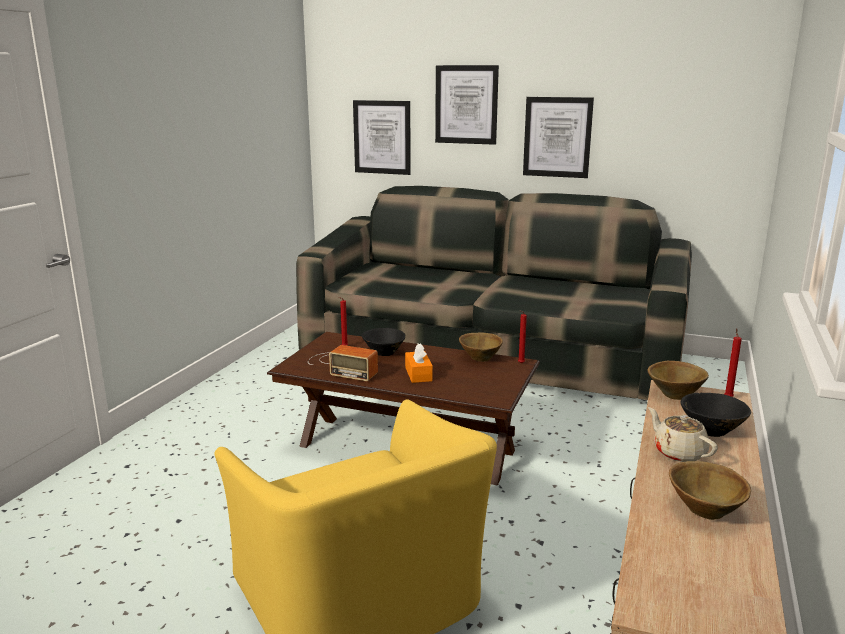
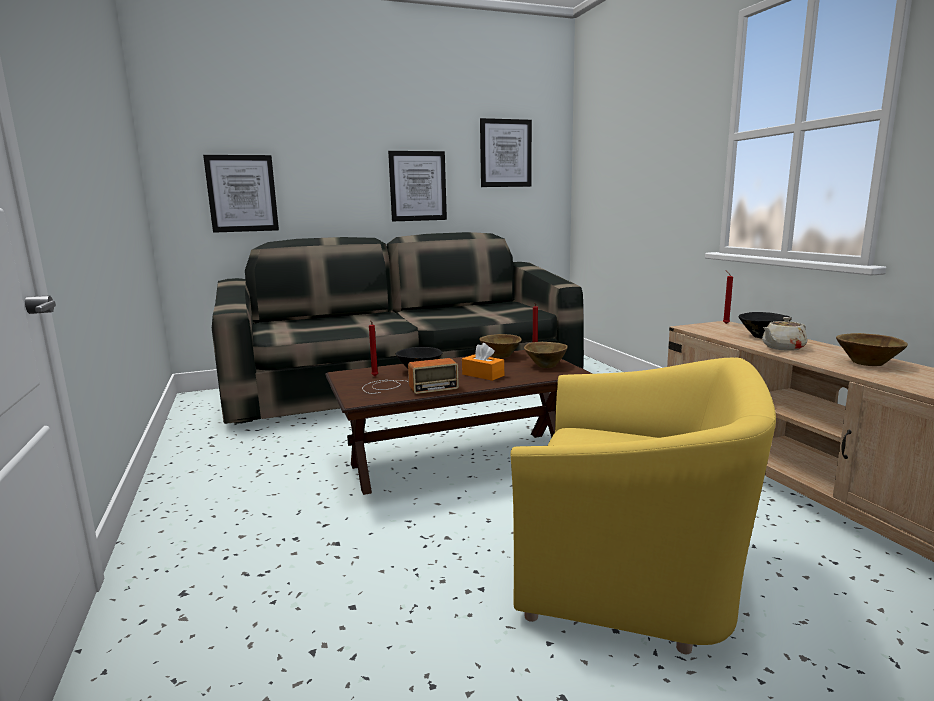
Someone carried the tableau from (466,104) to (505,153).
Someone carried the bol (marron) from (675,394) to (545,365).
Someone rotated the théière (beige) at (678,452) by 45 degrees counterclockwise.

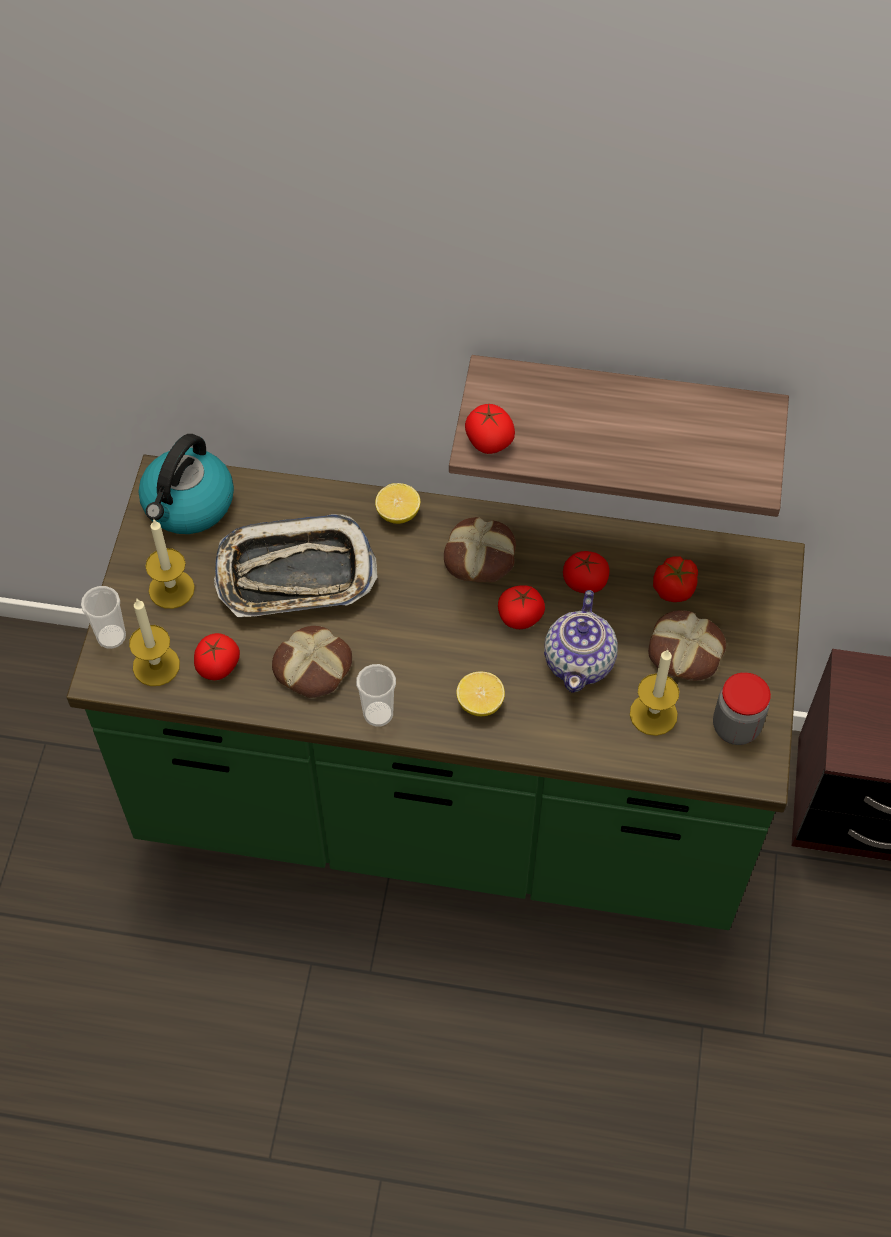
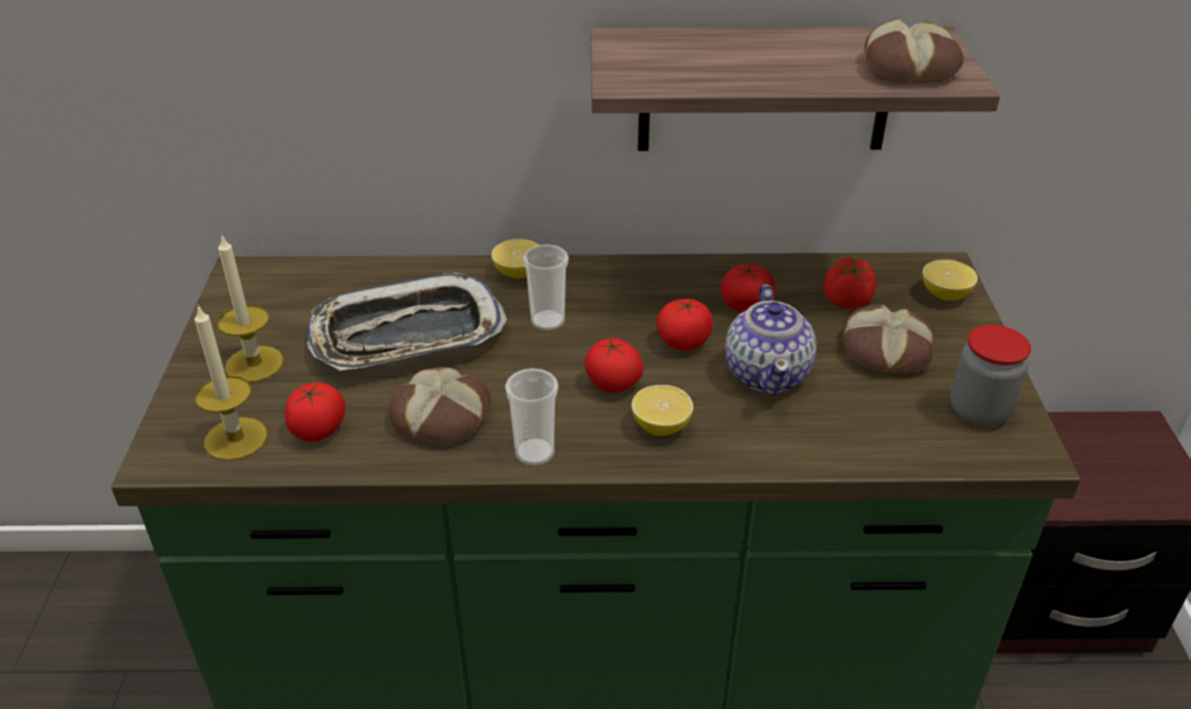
Someone carried the tasse from (111,636) to (548,321).
Someone took away the bouilloire at (188,505).
Someone carried the pain from (481,556) to (910,67).
Someone carried the tomate from (488,441) to (613,384).
Someone took away the bougie at (653,714).
Someone put down the citron at (945,295).

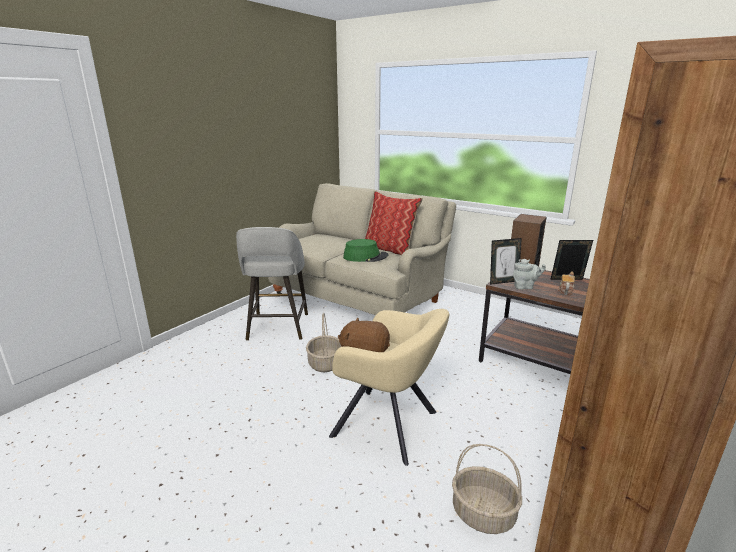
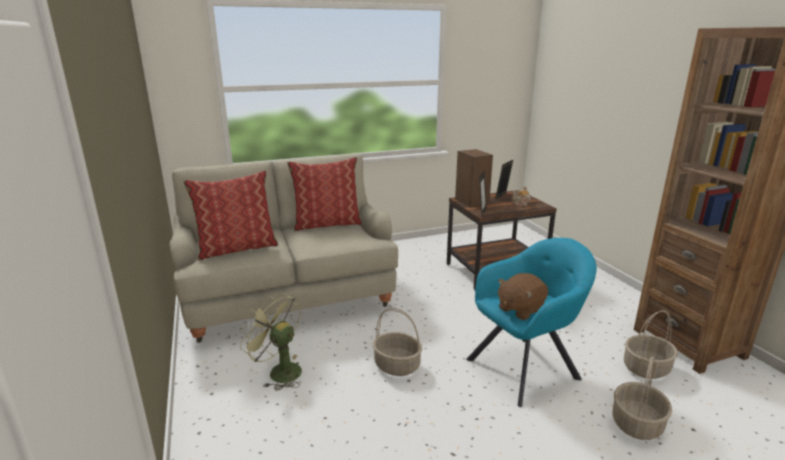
Someone swapped the tabouret (gris) at (277,327) for the ventilateur (vert) at (279,371).
Someone repainted the fauteuil (beige) at (389,425), which became the fauteuil (turquoise) at (525,367).
Someone took away the chapeau (vert) at (365,257).
Someone took away the théière (gris) at (525,287).
Someone put down the coussin at (237,248).
Someone put down the panier at (637,424).

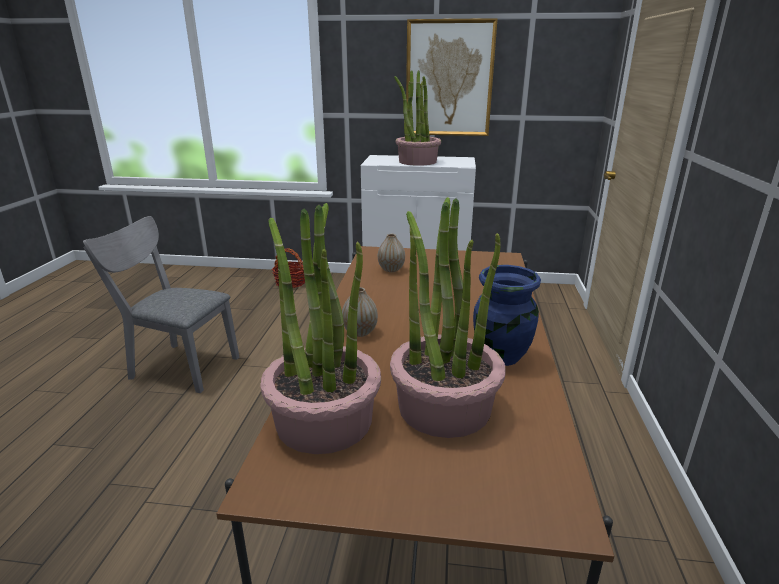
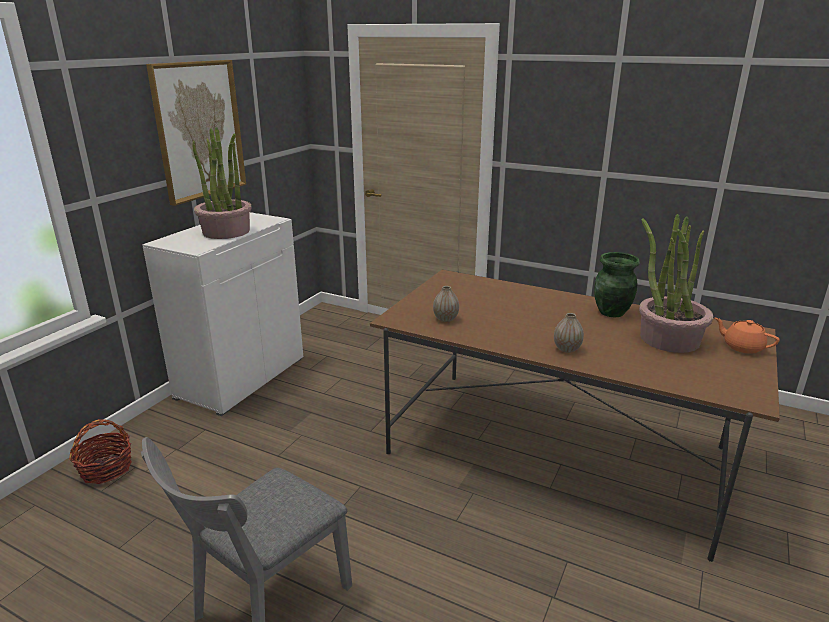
Someone took away the plante en pot at (324,420).
Someone repainted the vase (bleu) at (500,356), which became the vase (vert) at (612,312).
Someone put down the théière (orange) at (742,347).

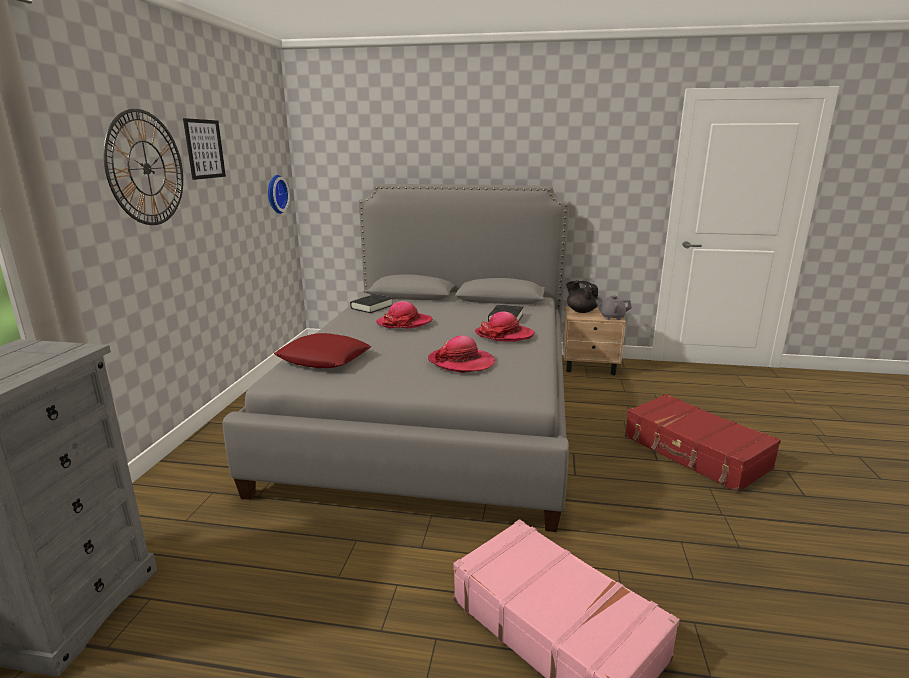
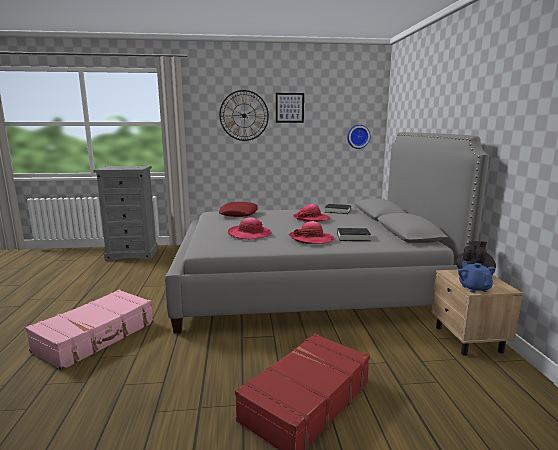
Someone repainted the théière (gris) at (612,317), which became the théière (bleu) at (474,288).

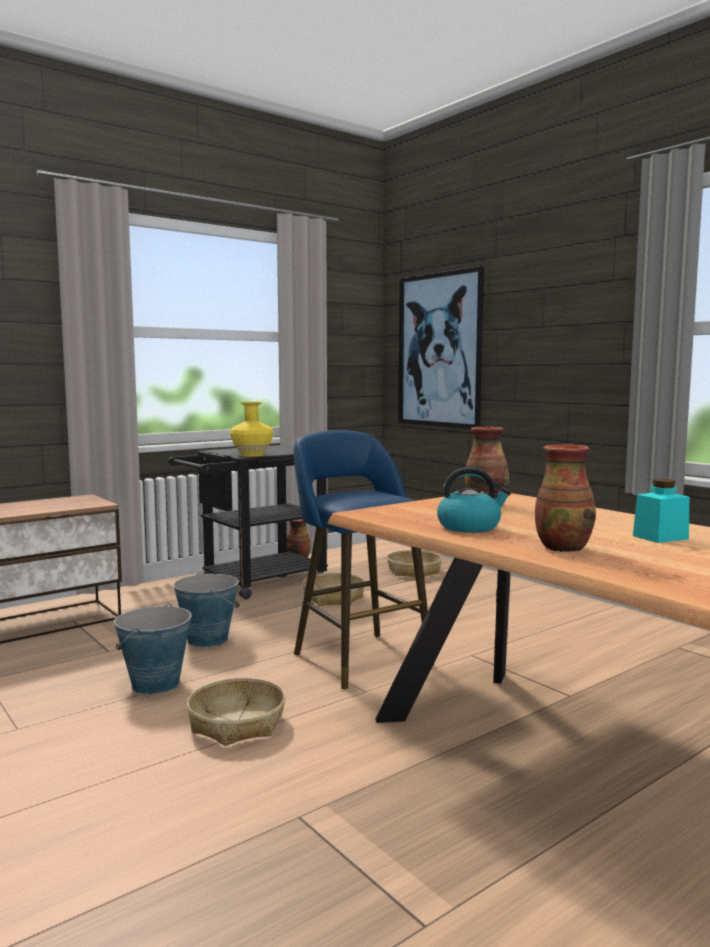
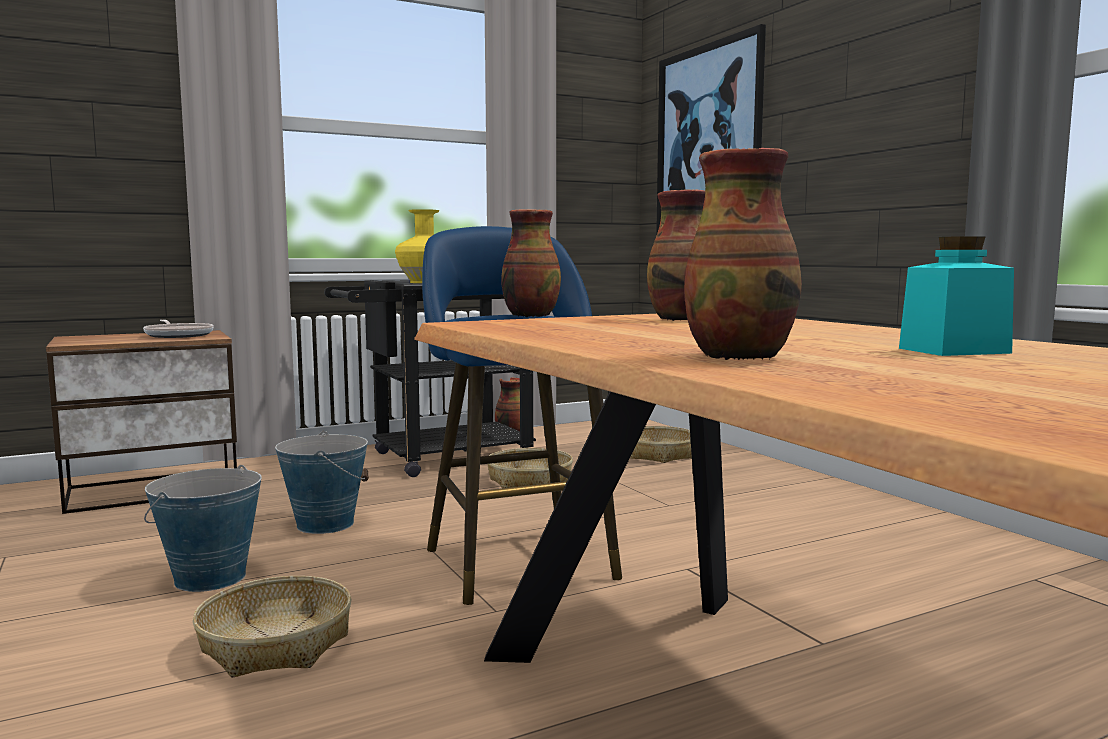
Someone took away the bouilloire at (470,527).
Someone put down the poêle at (178,335).
Someone put down the vase at (529,316).

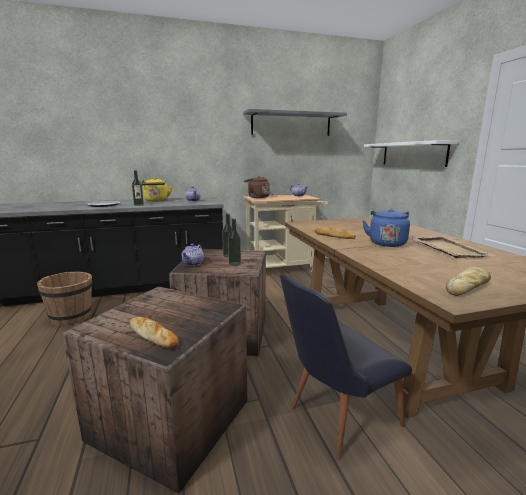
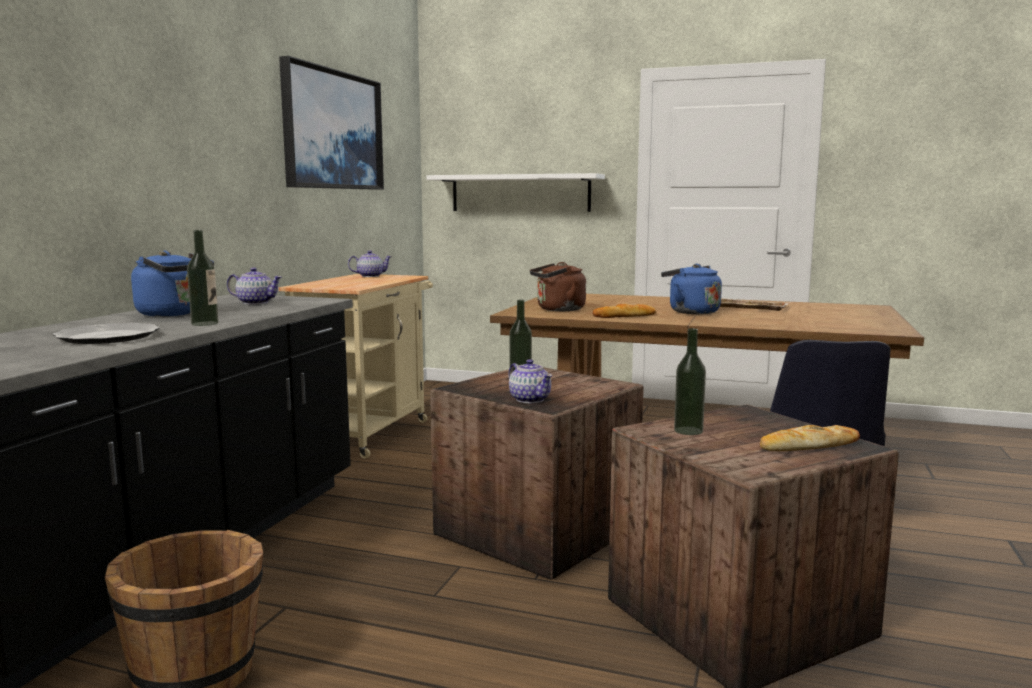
Someone repainted the bouilloire (jaune) at (156,201), which became the bouilloire (bleu) at (174,314).
Someone carried the bouteille from (234,264) to (688,431).
Someone swapped the étagère (gris) at (291,124) for the tableau at (333,130).
Someone carried the bouilloire (marron) from (257,197) to (558,309).
Someone took away the pain at (468,286).

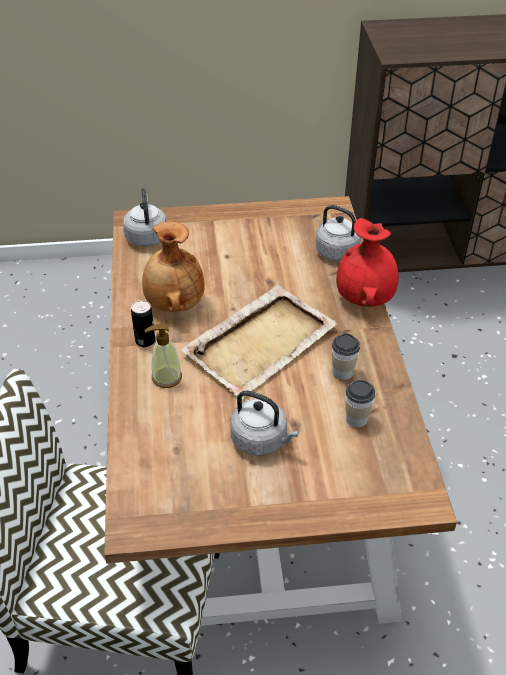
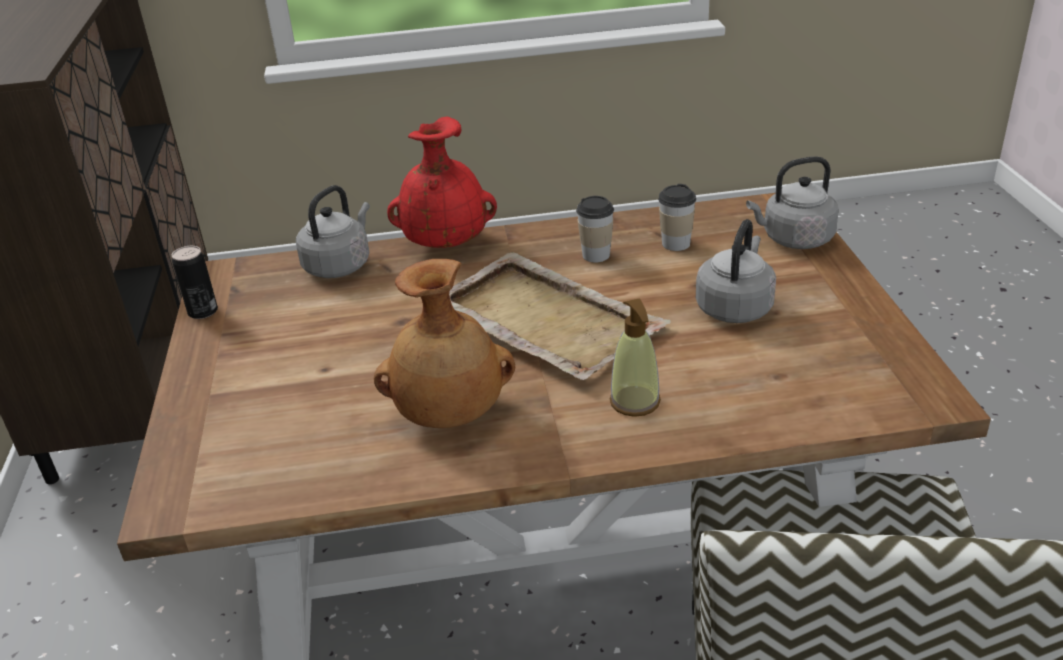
Someone carried the bouilloire (gris) from (146,236) to (794,239).
Someone carried the boîte métallique from (145,341) to (203,312).

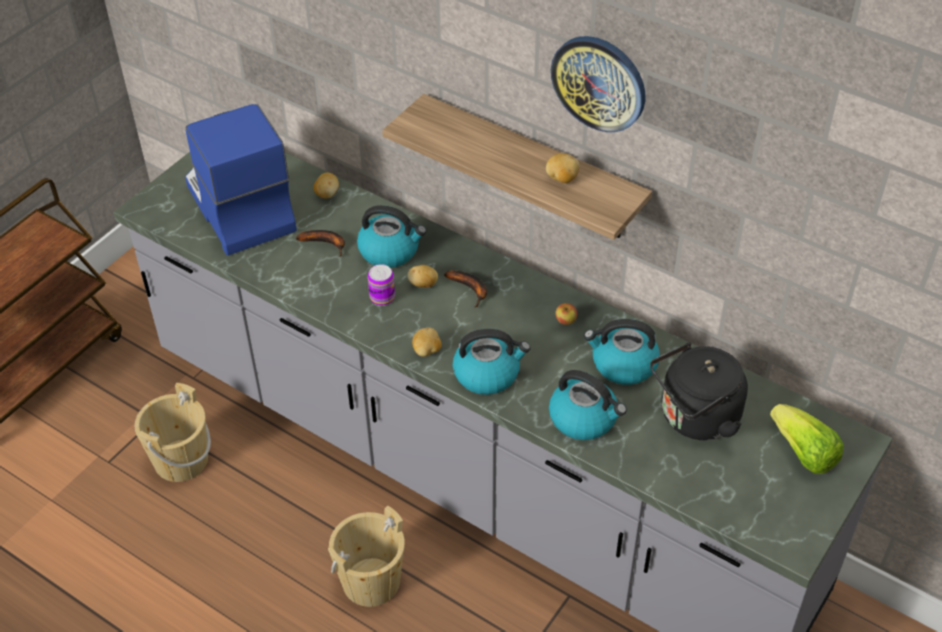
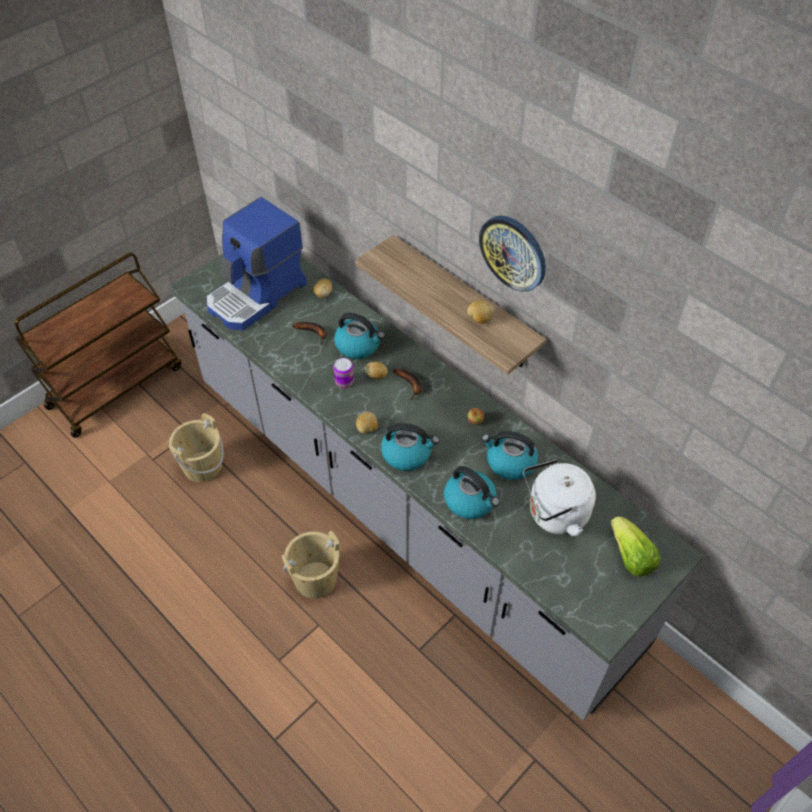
Someone rotated the machine à café at (238,208) by 120 degrees counterclockwise.
Someone repainted the bouilloire (noir) at (695,418), which became the bouilloire (blanc) at (554,514).

